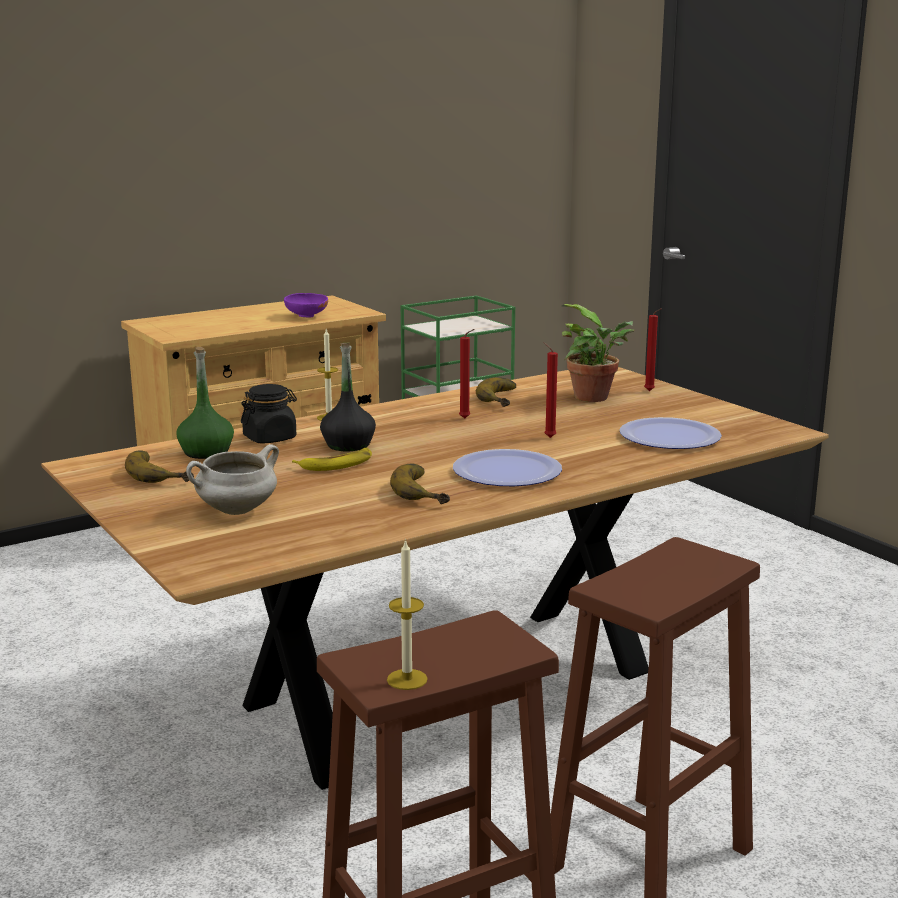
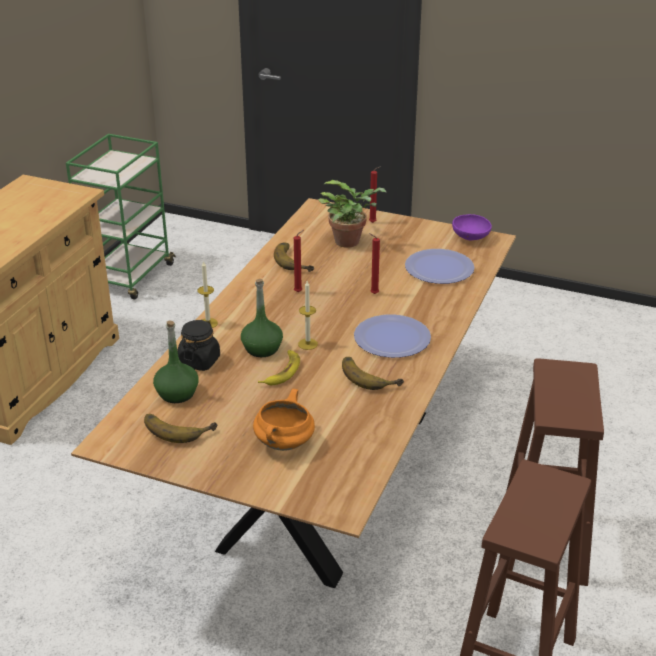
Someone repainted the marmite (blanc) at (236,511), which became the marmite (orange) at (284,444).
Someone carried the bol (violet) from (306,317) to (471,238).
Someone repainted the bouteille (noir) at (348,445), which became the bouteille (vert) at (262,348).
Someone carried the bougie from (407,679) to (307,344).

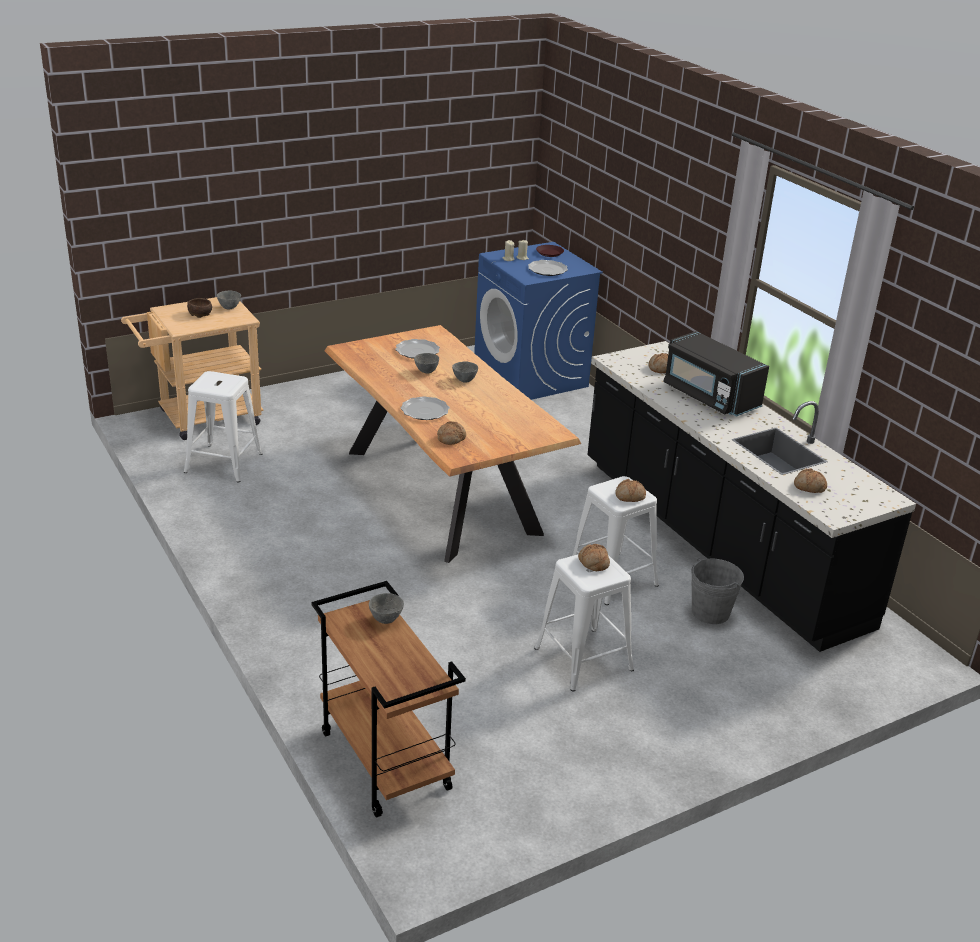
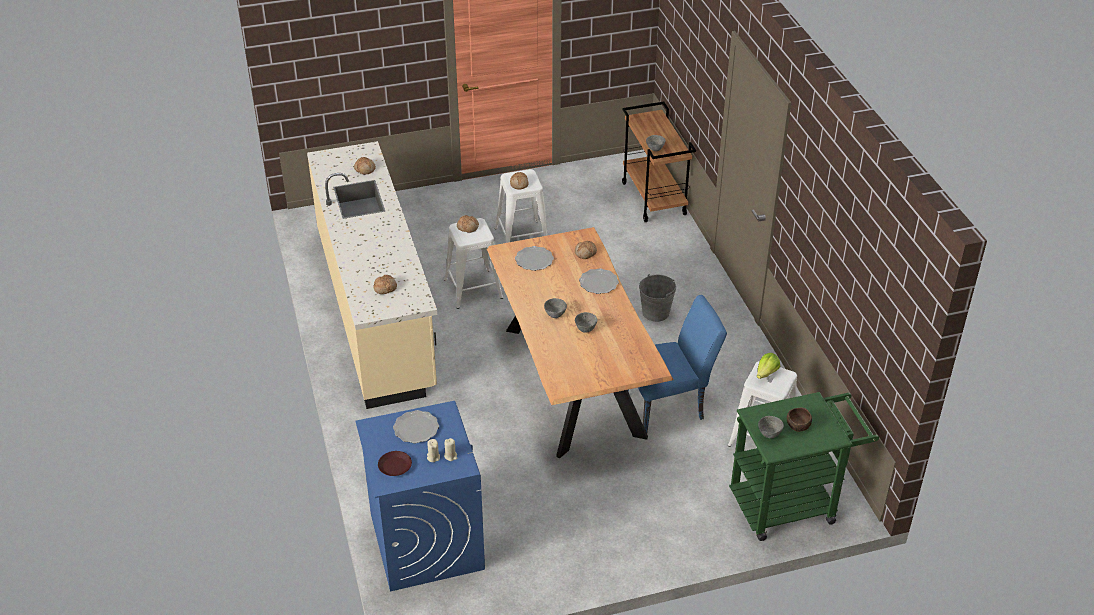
Someone repainted the chariot (beige) at (201,419), which became the chariot (vert) at (791,503).
Someone carried the assiette from (417,351) to (534,260).
Someone repainted the comptoir de cuisine (noir) at (717,542), which became the comptoir de cuisine (beige) at (376,309).
Someone took away the micro-ondes (noir) at (709,396).
Someone carried the seau (gris) from (710,612) to (655,312).
Someone put down the chaise (bleu) at (669,406).
Someone put down the laitue at (766,373).

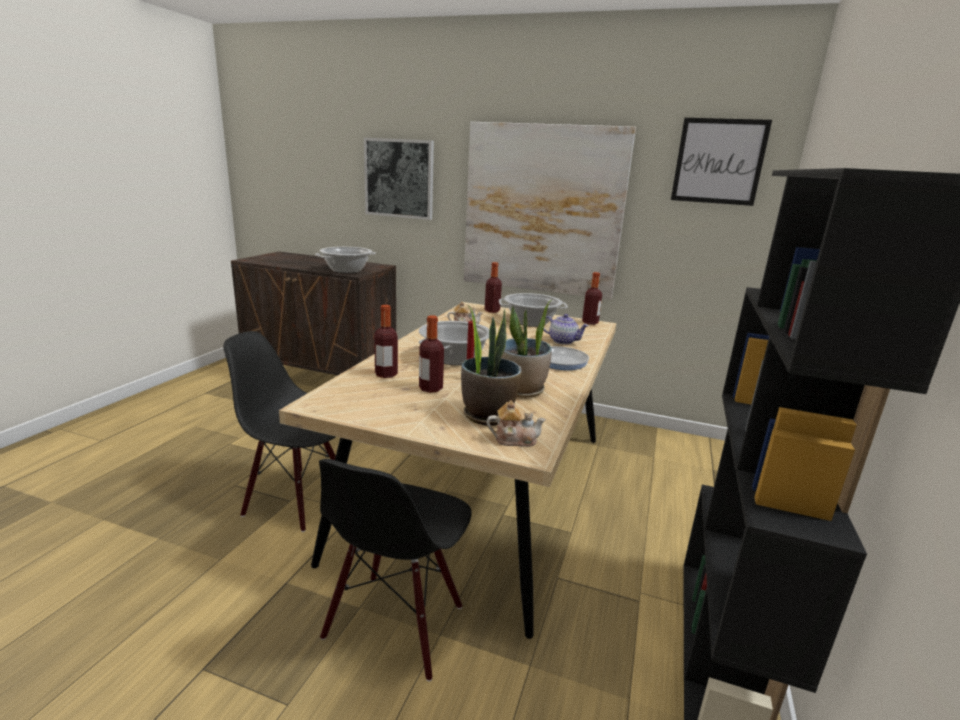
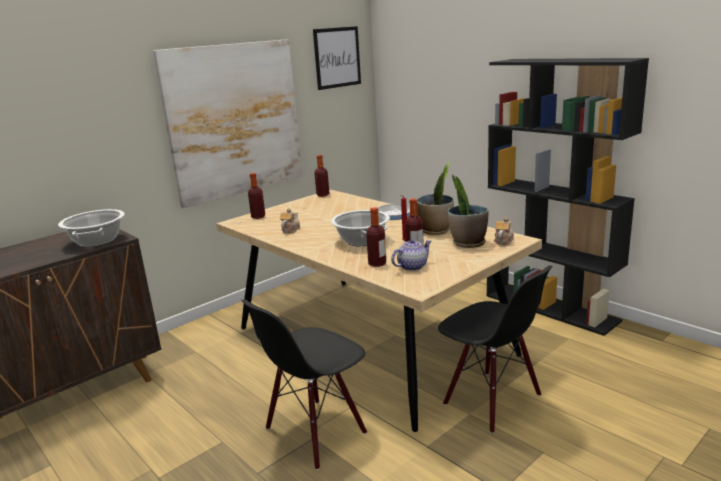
Someone took away the tableau at (399,178).
Someone took away the marmite at (531,322).
Someone carried the théière from (563,341) to (412,266).

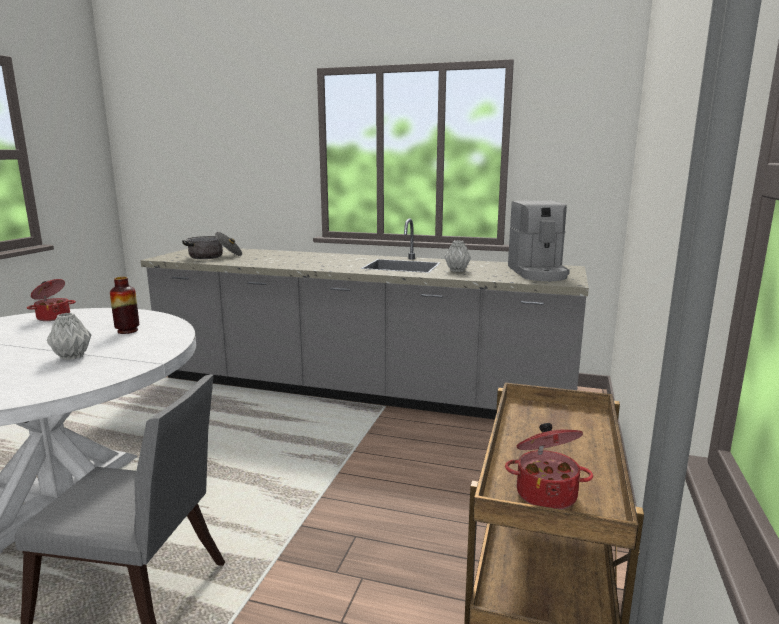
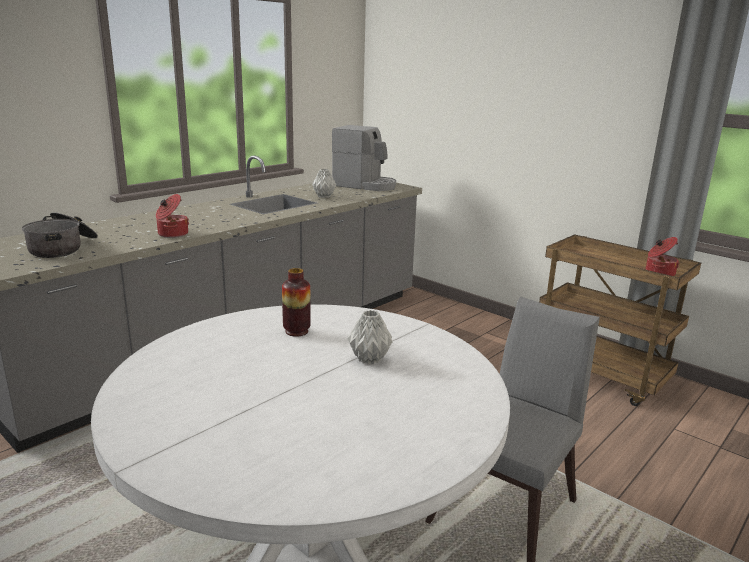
Someone carried the marmite from (53,317) to (172,234).

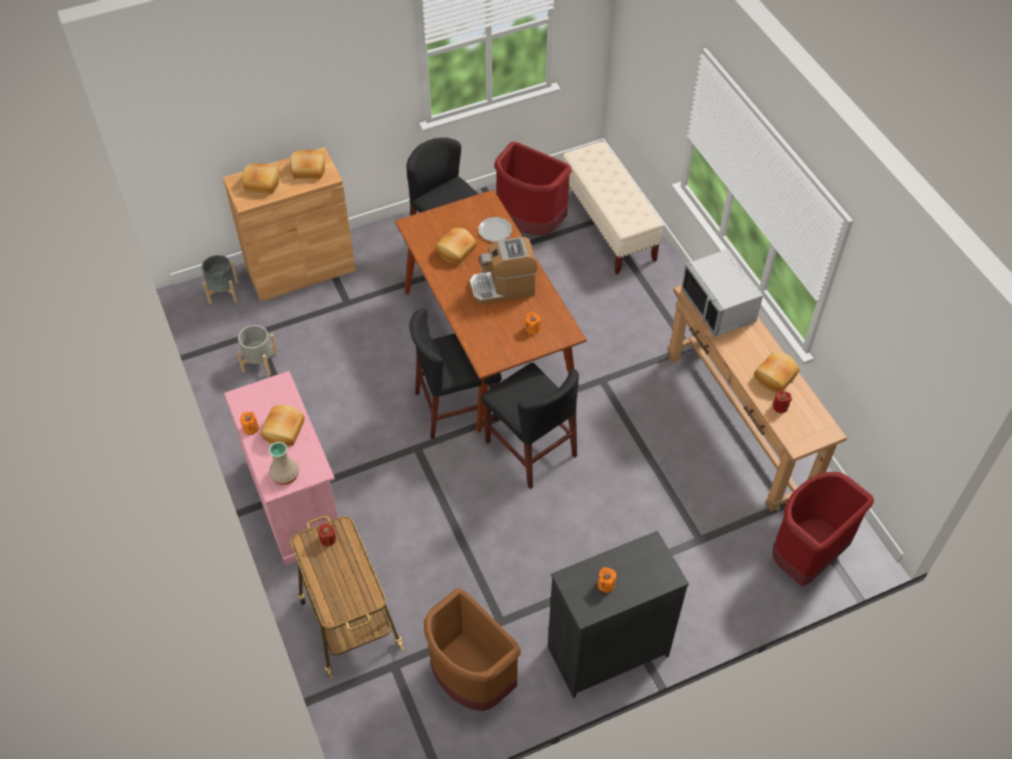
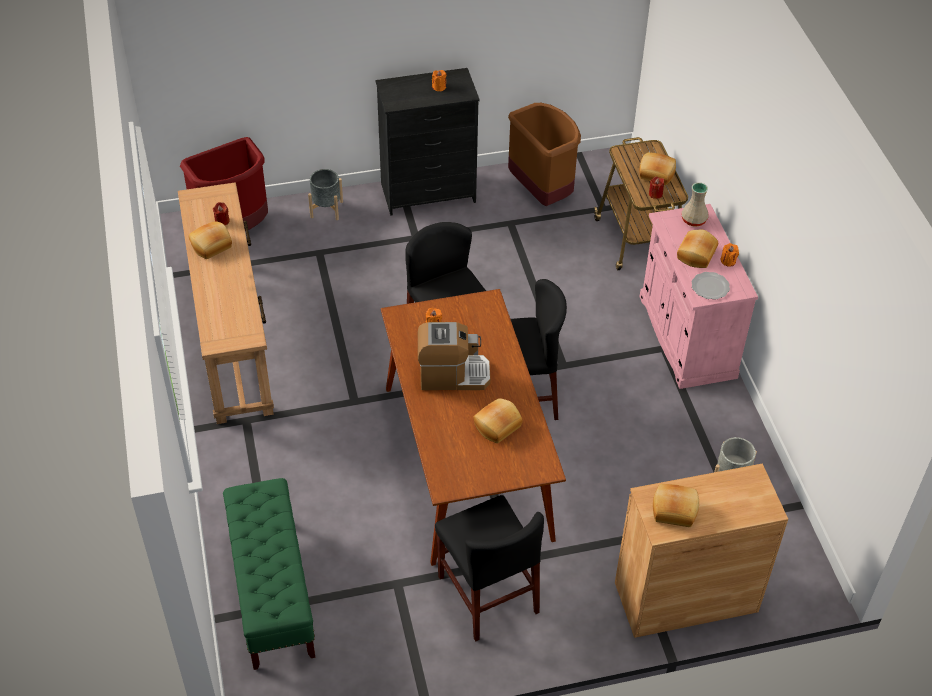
Someone carried the cache-pot (gris) from (223,292) to (327,209).
Someone carried the pain from (262,183) to (656,174).
Someone carried the assiette from (494,230) to (710,287).
Someone took away the poubelle (rouge) at (529,225).
Someone repainted the banc (beige) at (608,227), which became the banc (vert) at (272,592).
Someone took away the micro-ondes (gris) at (719,306).

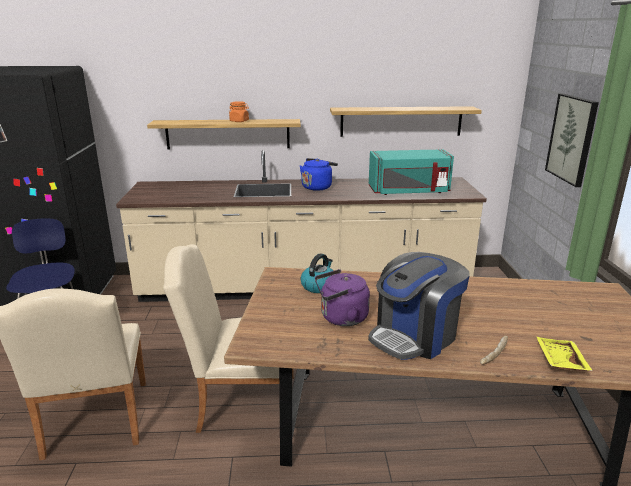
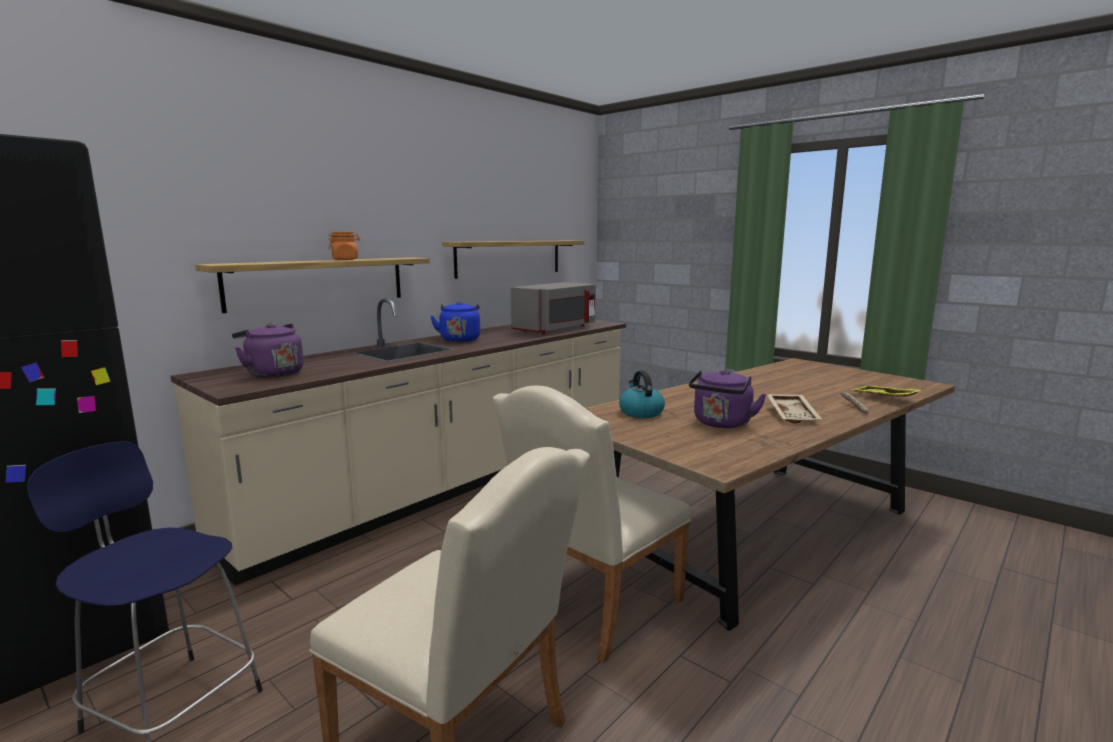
Someone swapped the machine à café at (415,336) for the plateau (beige) at (793,415).
Someone repainted the micro-ondes (turquoise) at (409,191), which became the micro-ondes (gris) at (556,329).
Someone took away the tableau at (572,139).
Someone put down the bouilloire (violet) at (272,374).

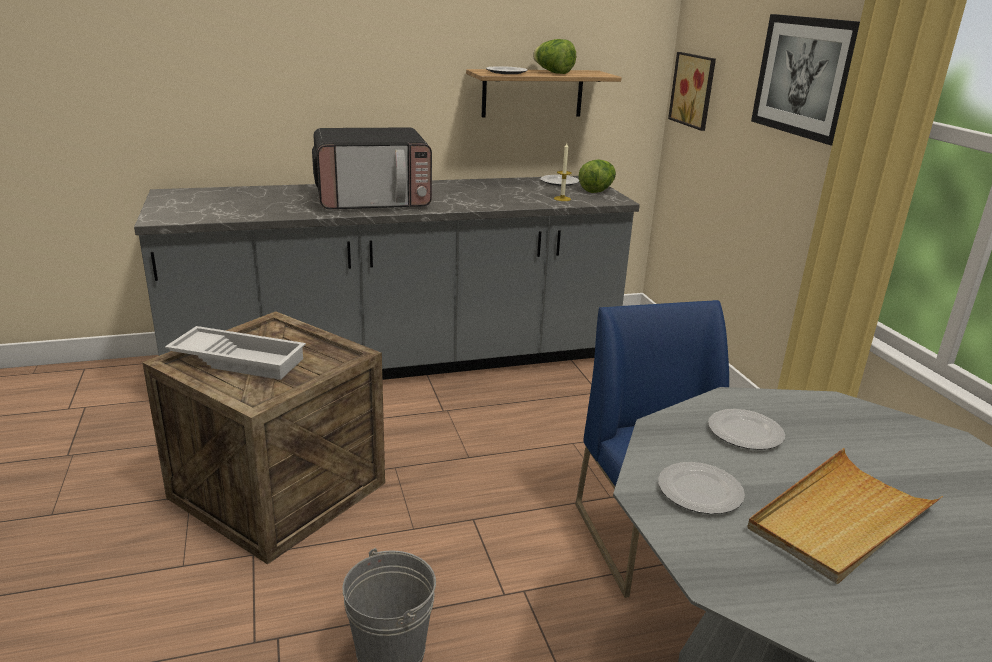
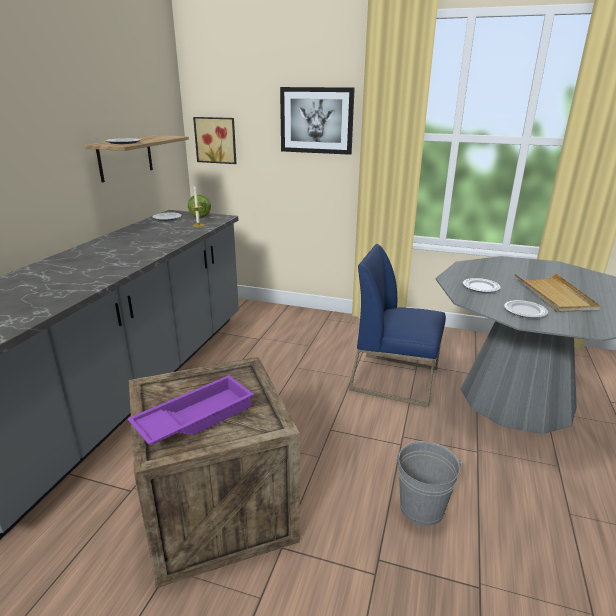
Someone repainted the plateau (blanc) at (240,359), which became the plateau (violet) at (194,417).
Someone took away the micro-ondes at (373,199).
Someone took away the laitue at (552,72).

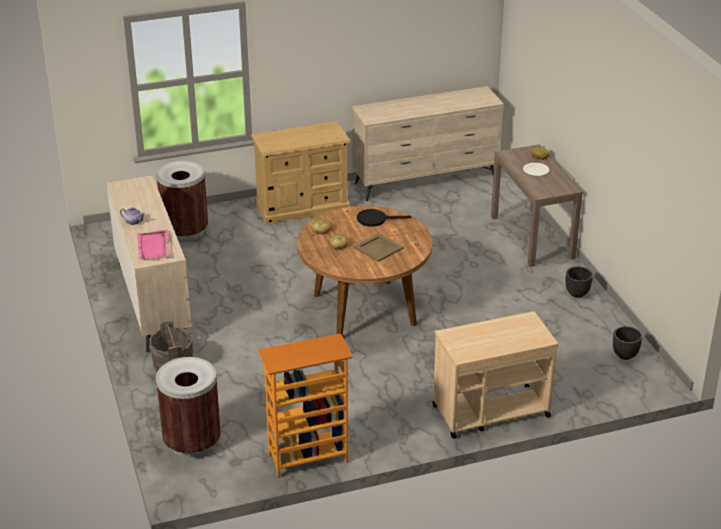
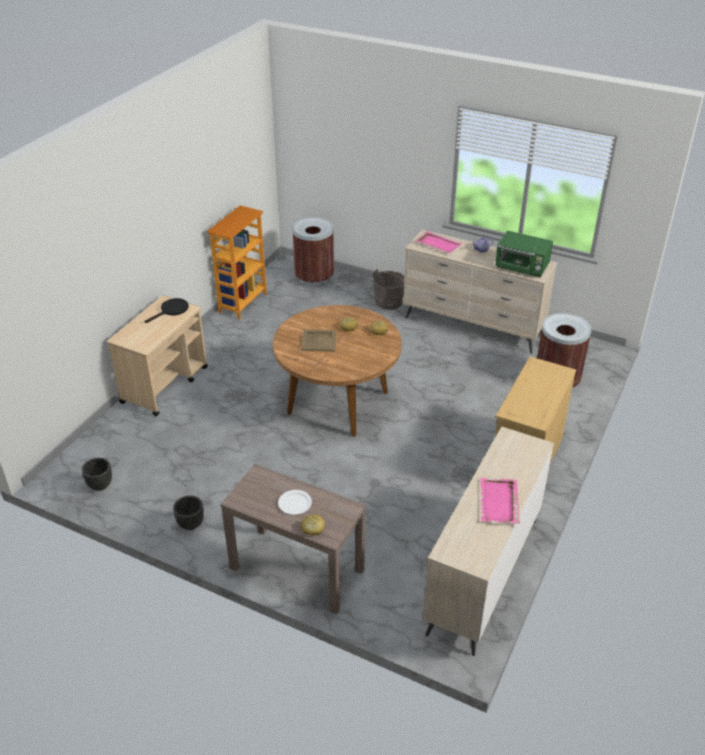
Someone carried the poêle (noir) from (376,219) to (171,310).
Someone put down the plateau (rose) at (499,503).
Someone put down the micro-ondes (vert) at (522,268).

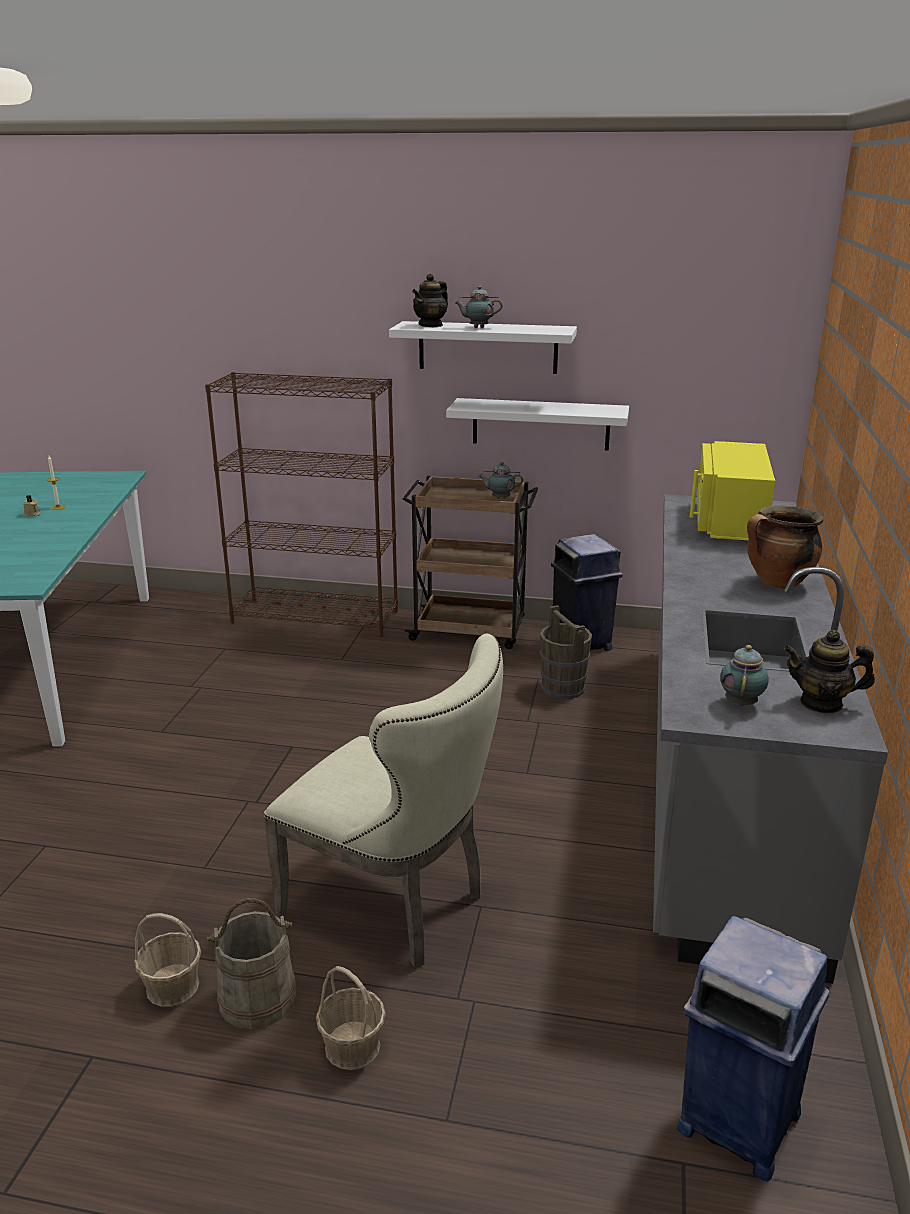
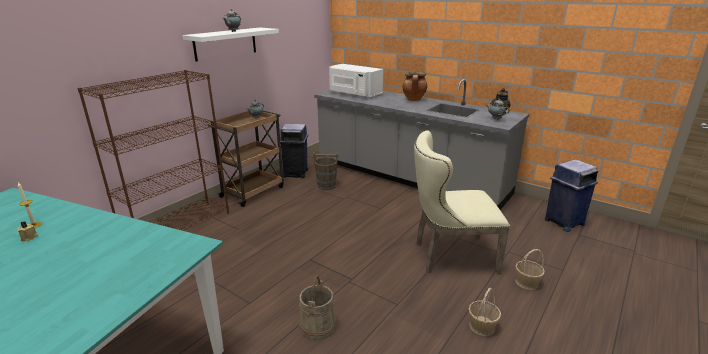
Someone carried the seau (beige) from (257,997) to (317,326).
Someone rotated the chaise (beige) at (395,905) by 150 degrees counterclockwise.
Someone took away the théière at (431,325).
Someone took away the étagère (blanc) at (540,424).
Someone repainted the micro-ondes (jaune) at (728,522), which became the micro-ondes (blanc) at (354,93).

